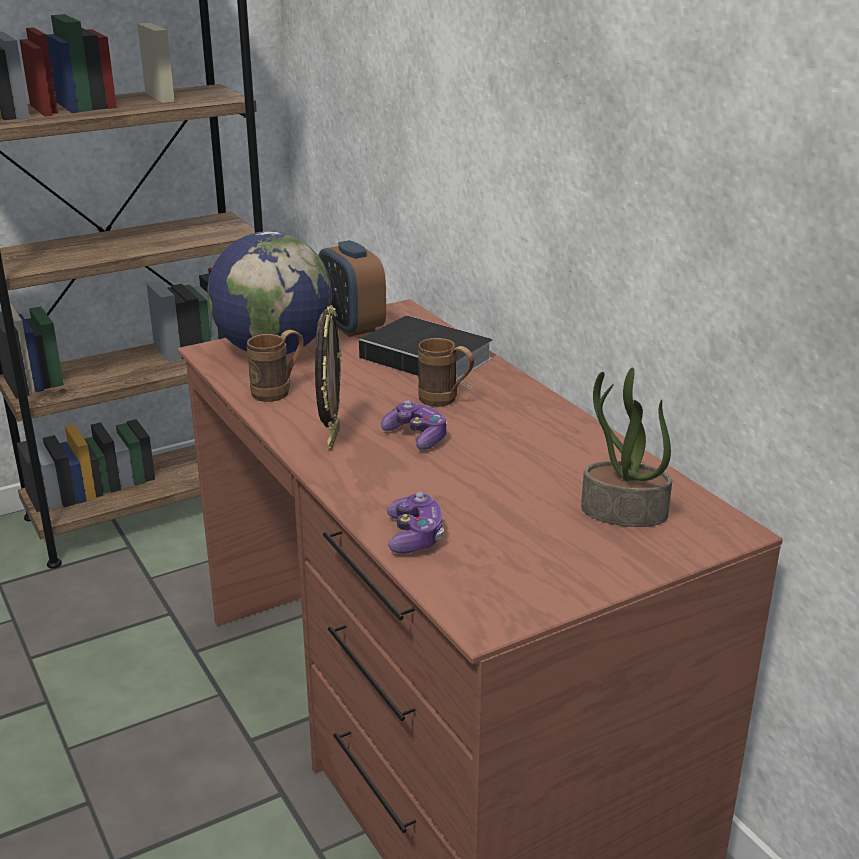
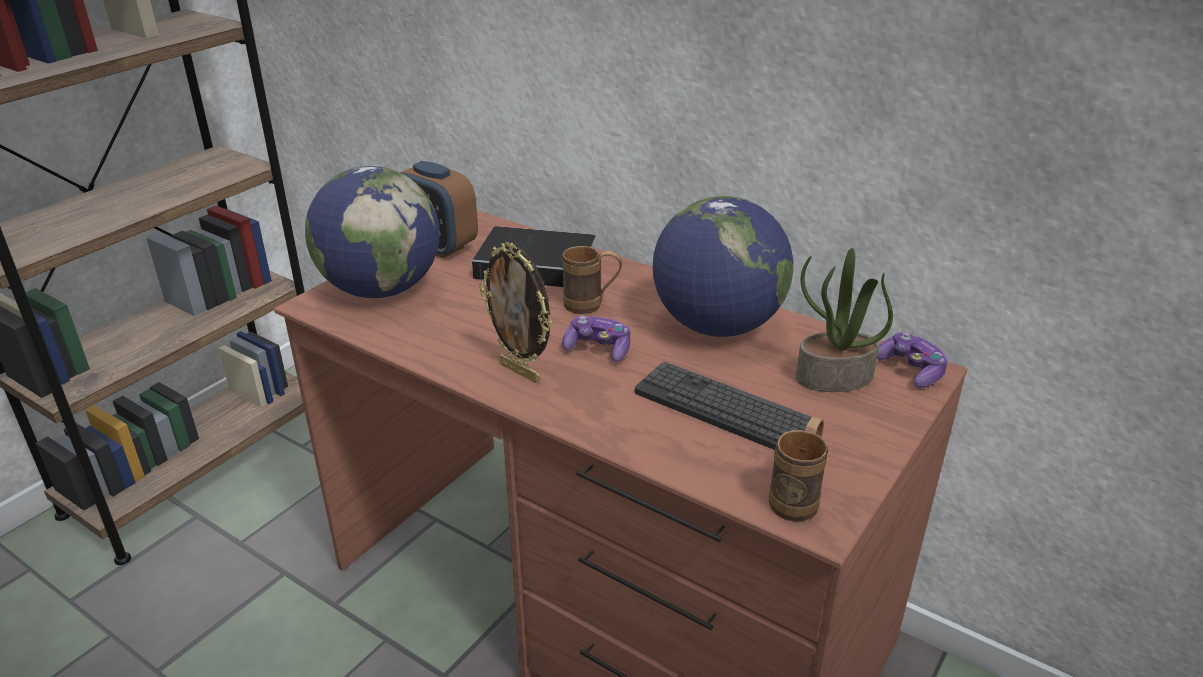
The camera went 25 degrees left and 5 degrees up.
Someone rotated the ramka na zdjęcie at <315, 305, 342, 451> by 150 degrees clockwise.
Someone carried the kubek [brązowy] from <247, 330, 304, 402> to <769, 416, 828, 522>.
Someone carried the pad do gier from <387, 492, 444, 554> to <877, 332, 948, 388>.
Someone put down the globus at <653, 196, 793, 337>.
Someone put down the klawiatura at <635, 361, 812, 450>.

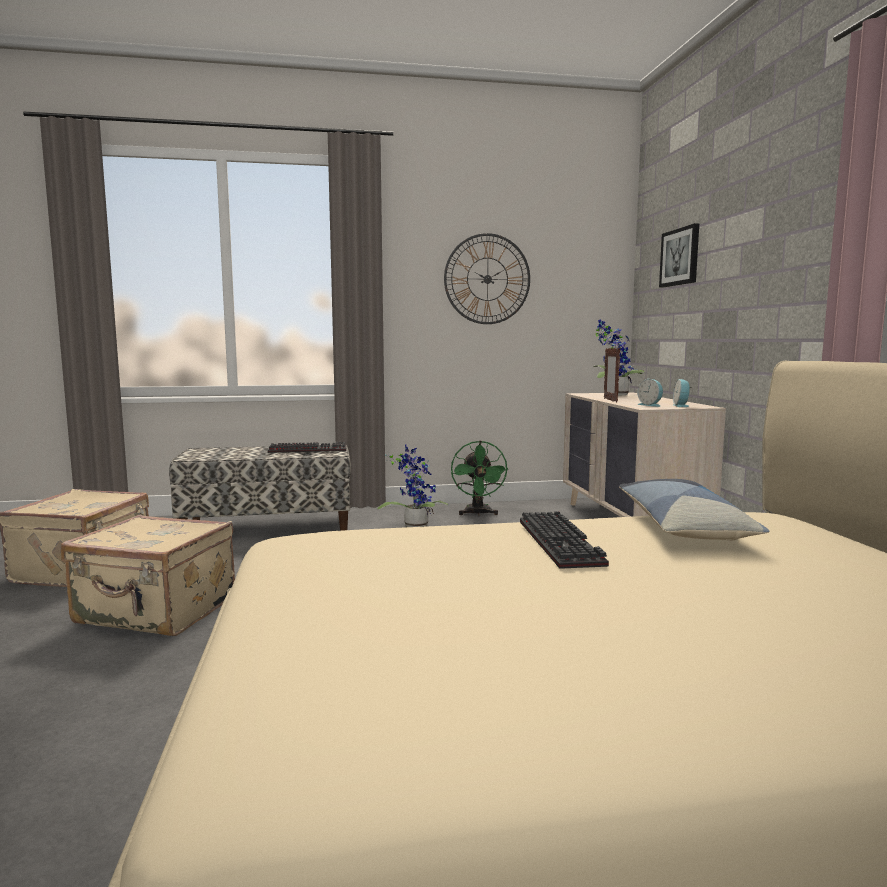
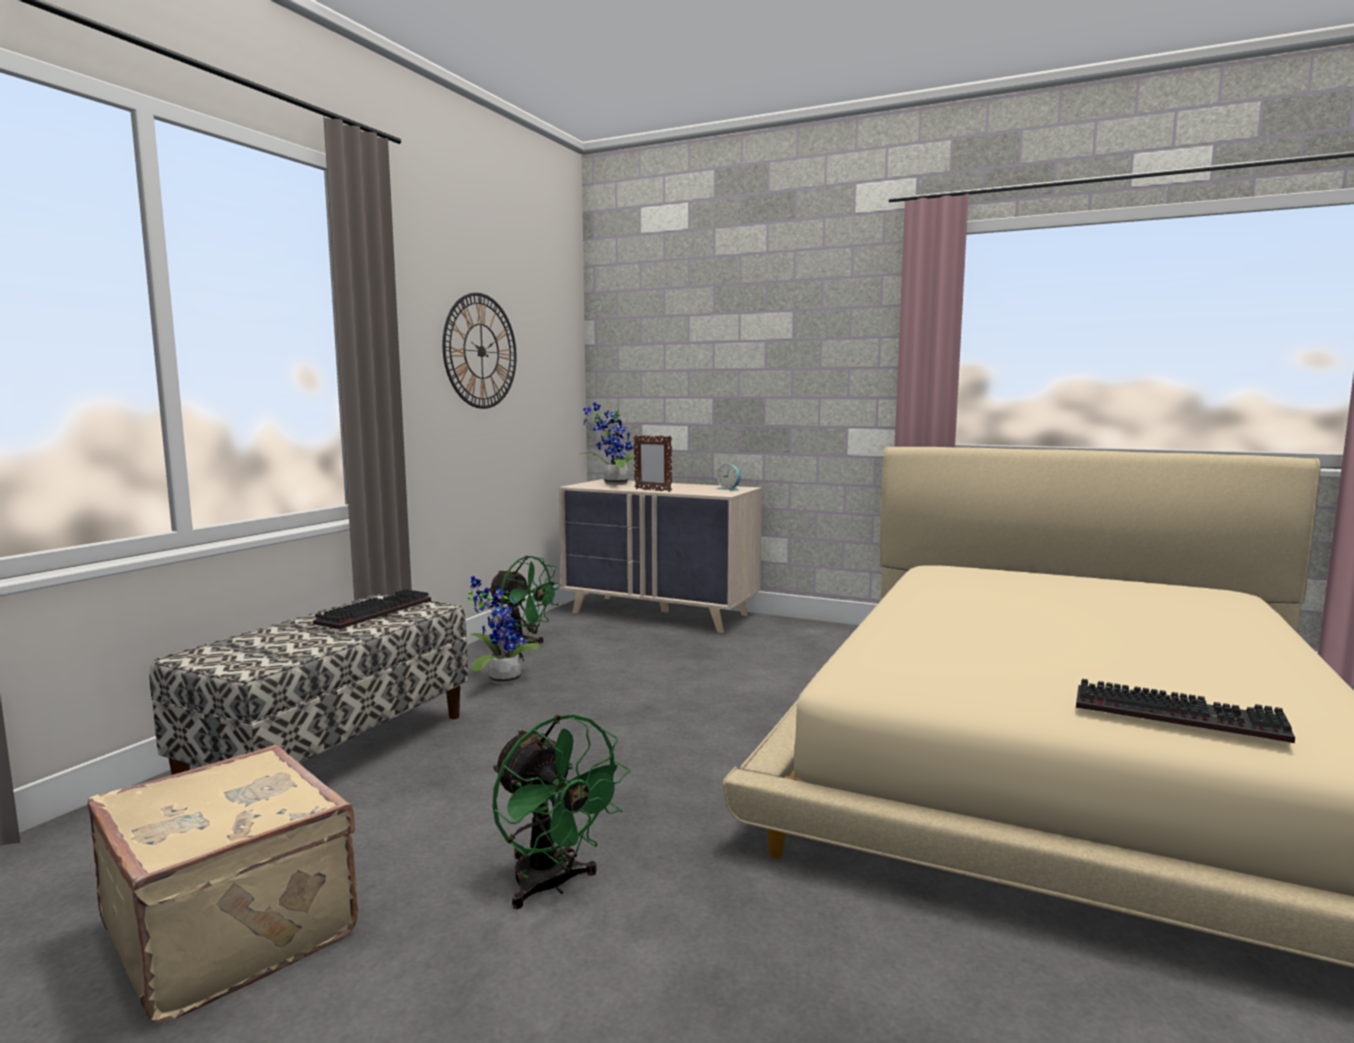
The camera went 55 degrees left and 0 degrees up.
Someone took away the obraz at <659, 223, 699, 287>.
Someone took away the budzik at <637, 379, 663, 407>.
Someone took away the poduszka at <619, 479, 770, 541>.
Someone carried the klawiatura from <520, 511, 609, 569> to <1076, 679, 1295, 743>.
Someone swapped the walizka [beżowy] at <61, 515, 235, 636> for the wentylator [zielony] at <492, 715, 630, 909>.

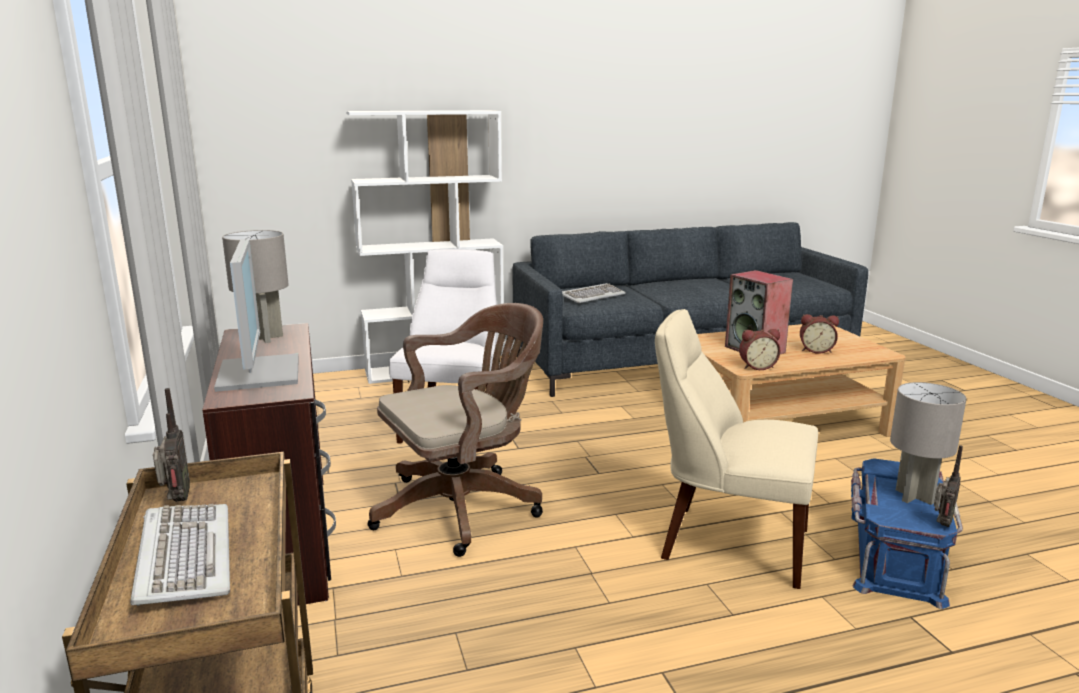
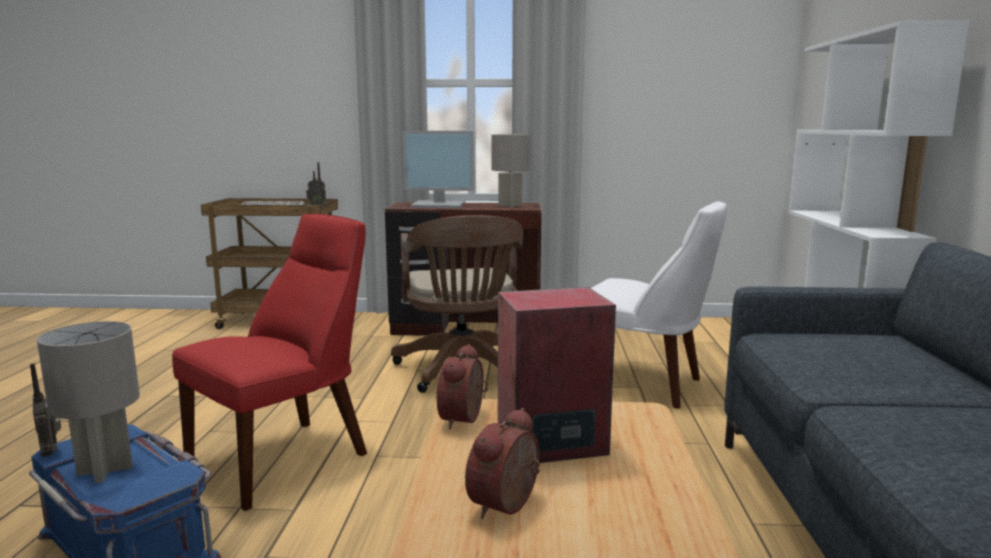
The camera went 110 degrees right and 5 degrees down.
Someone took away the klawiatura at <562, 283, 626, 303>.
Someone repainted the krzesło [beżowy] at <655, 309, 818, 589>, which became the krzesło [czerwony] at <172, 214, 367, 511>.

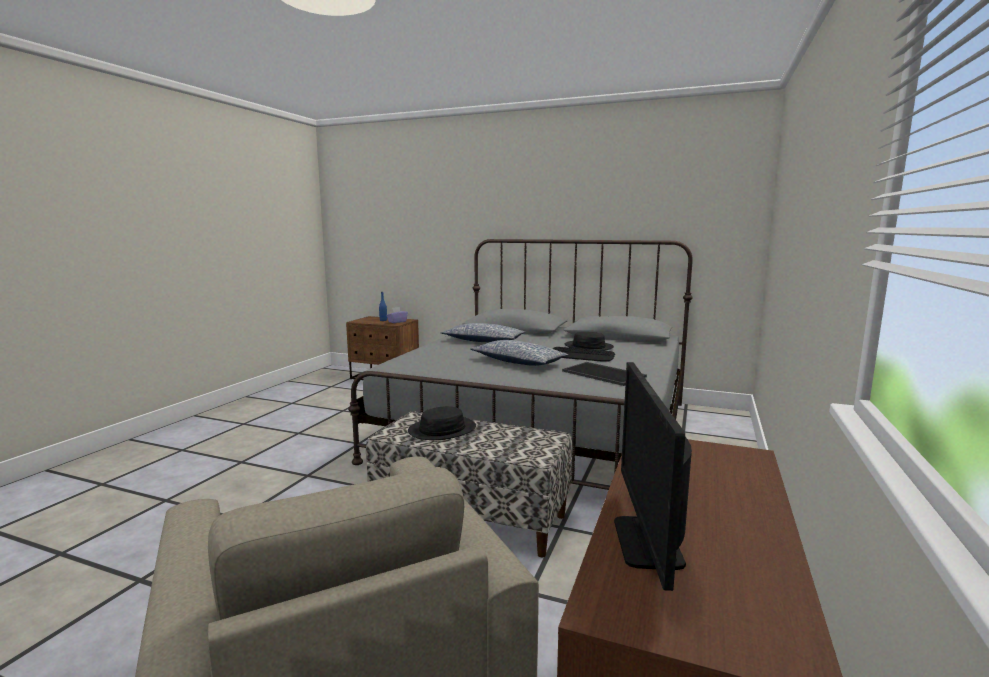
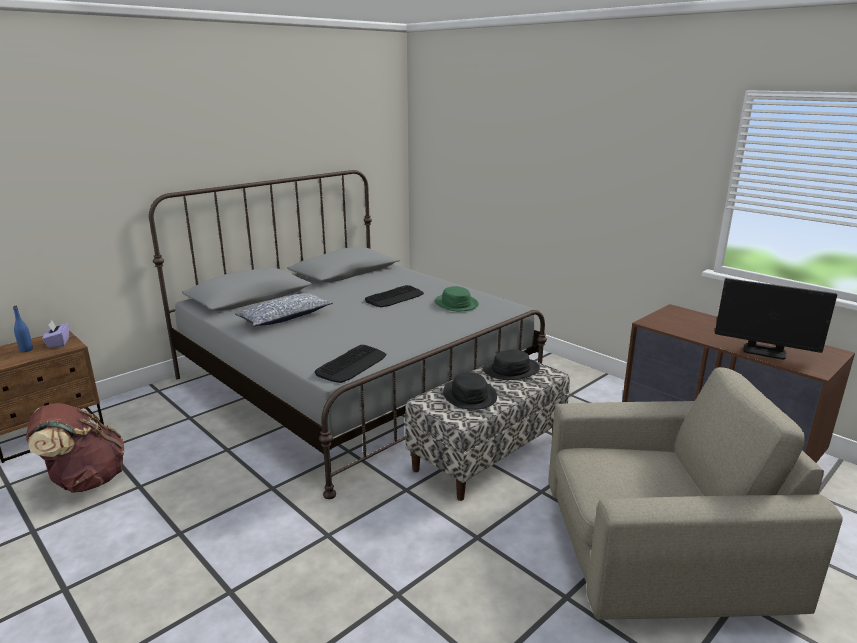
The camera went 65 degrees left and 10 degrees up.
Someone carried the kapelusz [czarny] from <565, 332, 614, 350> to <483, 349, 540, 380>.
Someone took away the poduszka at <470, 340, 568, 366>.
Someone swapped the taca at <562, 362, 647, 386> for the kapelusz [zielony] at <435, 286, 479, 311>.
Someone put down the klawiatura at <315, 345, 387, 383>.
Someone put down the plecak [brązowy] at <26, 403, 124, 493>.

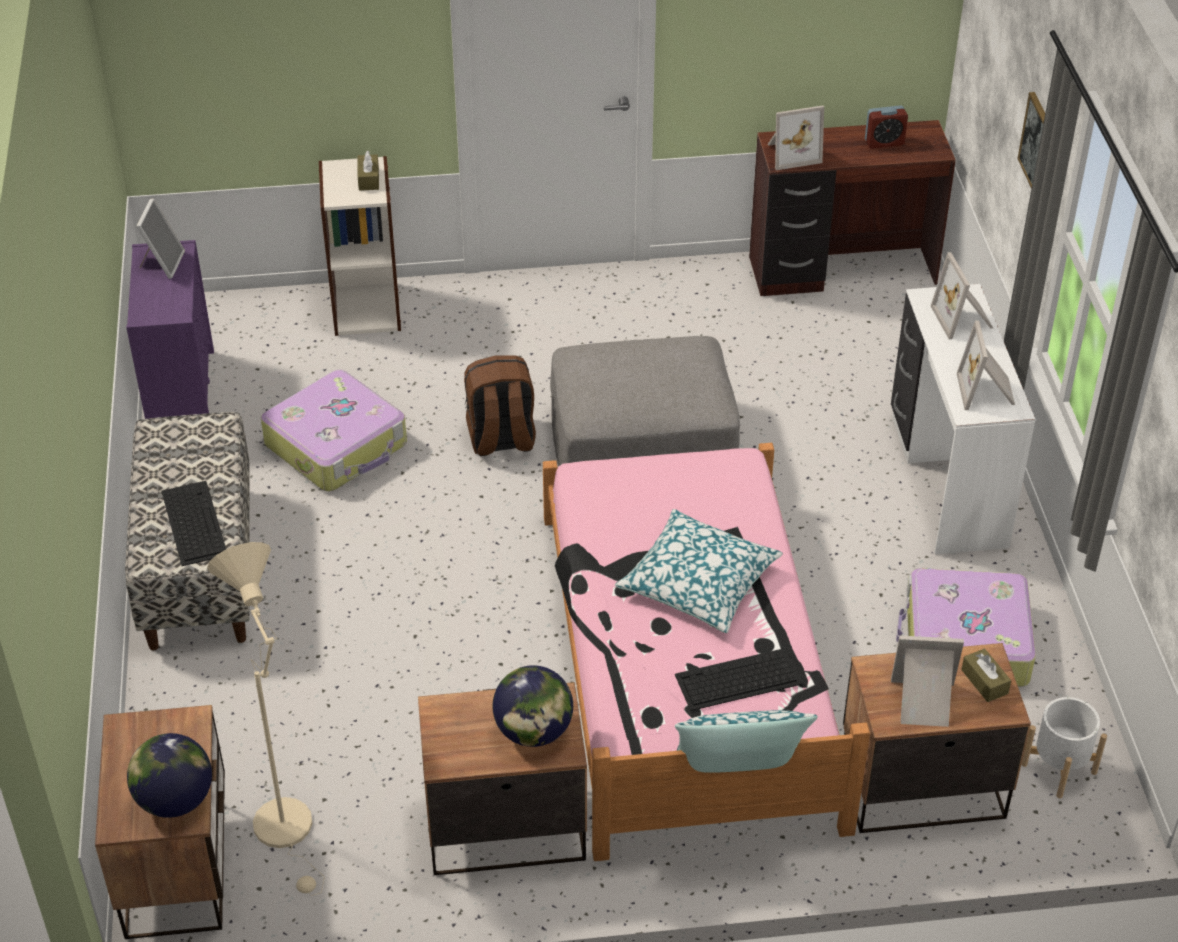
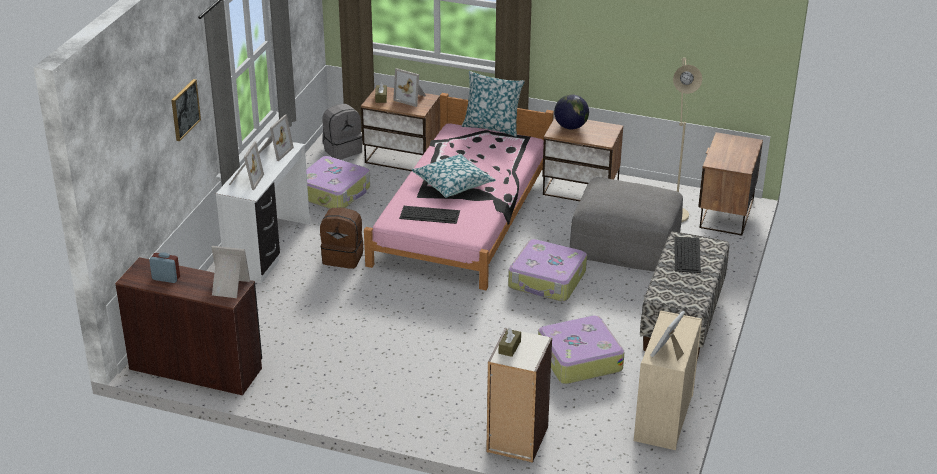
The camera went 155 degrees left and 10 degrees down.
Someone repainted the komoda [fioletowy] at <126, 240, 214, 419>, which became the komoda [beżowy] at <634, 310, 702, 450>.
Someone carried the pufa [szary] from <550, 336, 740, 466> to <570, 177, 683, 271>.
Someone carried the plecak [brązowy] from <464, 355, 536, 456> to <320, 208, 363, 269>.
Someone carried the klawiatura from <675, 648, 802, 711> to <399, 206, 460, 224>.
Someone swapped the donica [biały] at <1021, 697, 1107, 798> for the plecak [szary] at <322, 104, 362, 160>.
Someone took away the globus at <127, 733, 212, 818>.
Someone put down the walizka at <508, 239, 587, 301>.

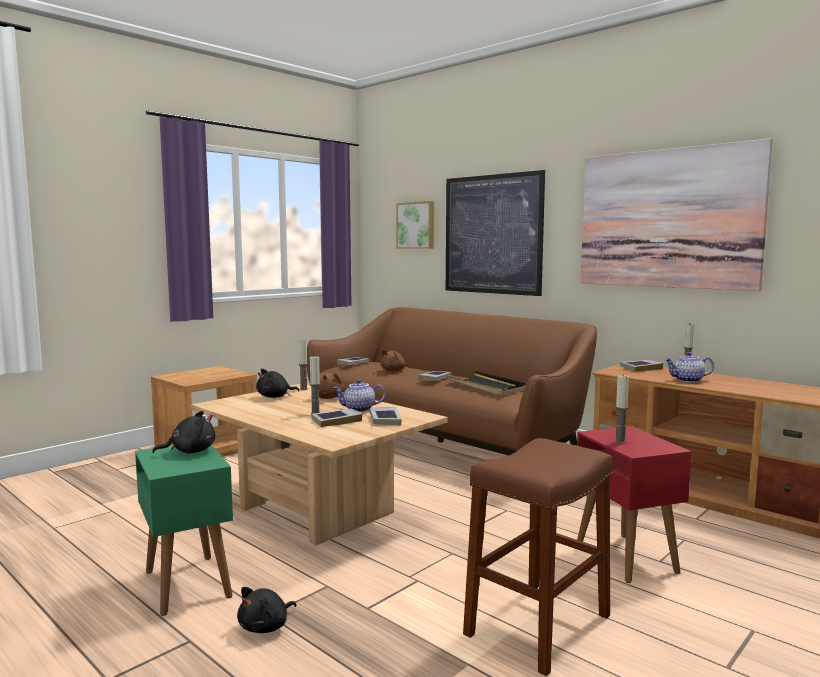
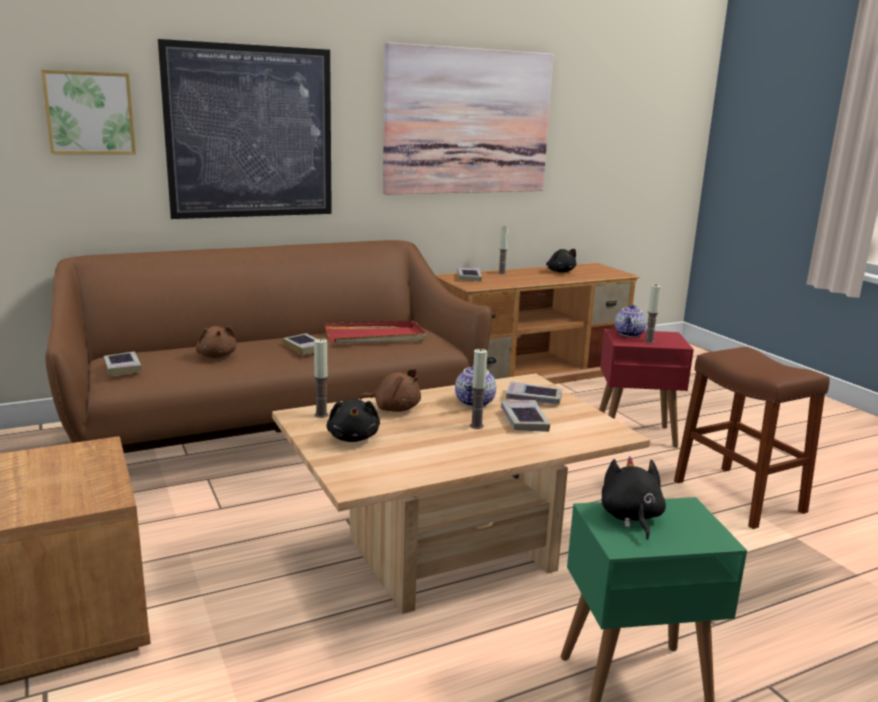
The camera went 70 degrees left and 10 degrees up.
Someone carried the imbryk from <664, 352, 714, 383> to <615, 304, 647, 337>.
Someone repainted the taca [czarny] at <446, 371, 526, 395>, which became the taca [czerwony] at <325, 321, 427, 343>.
Someone carried the pluszak [czarny] from <237, 587, 297, 633> to <546, 249, 576, 273>.

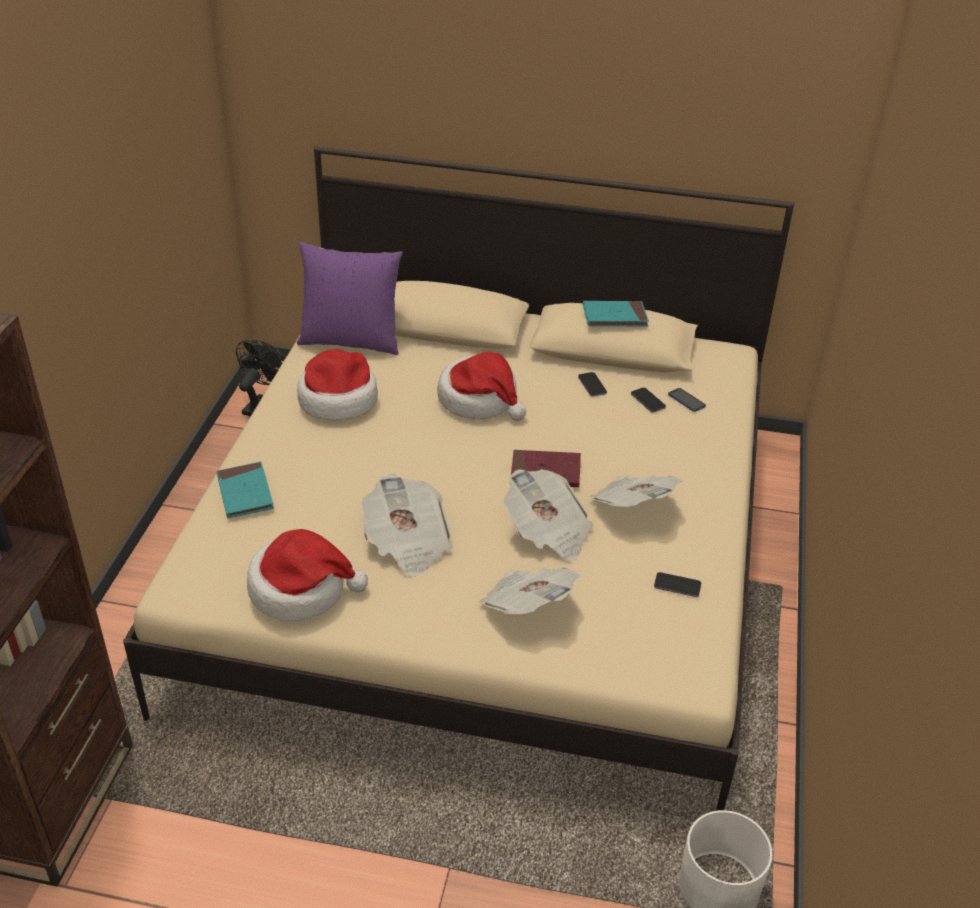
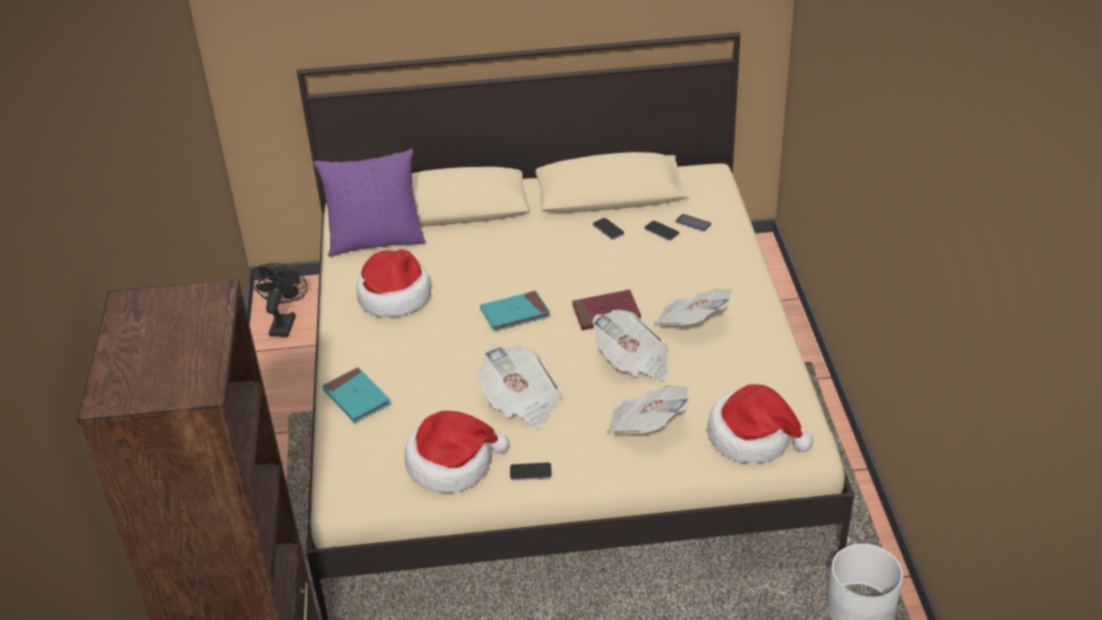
The camera went 15 degrees left and 0 degrees up.
Someone carried the książka [turkusowy] from <583, 301, 649, 327> to <480, 291, 550, 331>.
Someone carried the kapelusz from <437, 351, 526, 421> to <707, 384, 813, 464>.
Someone carried the telefon from <654, 572, 701, 597> to <510, 463, 552, 480>.

